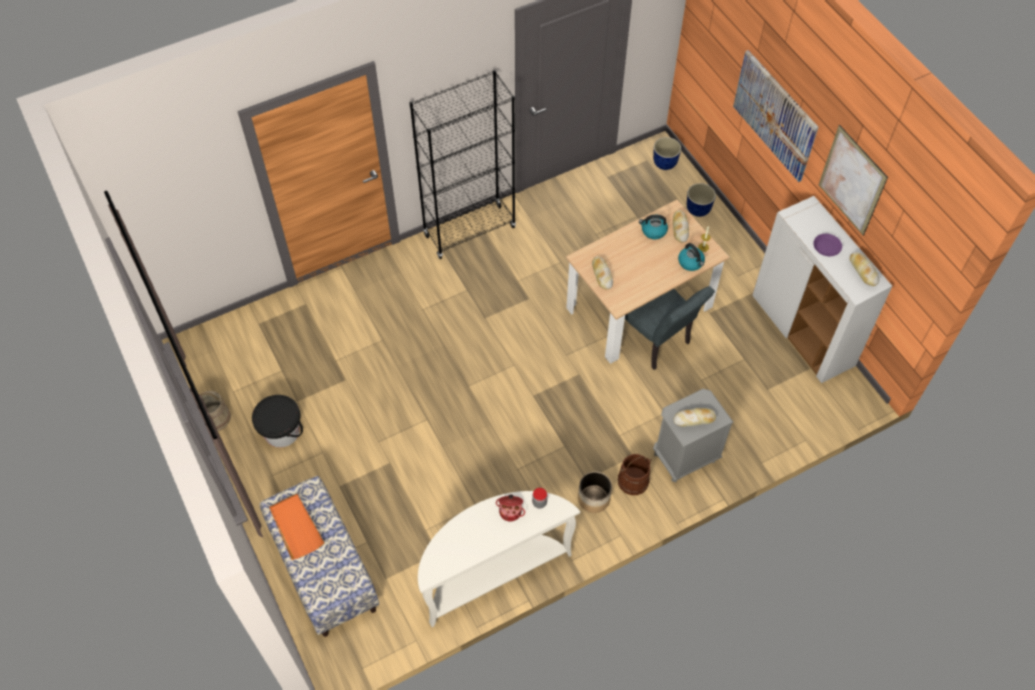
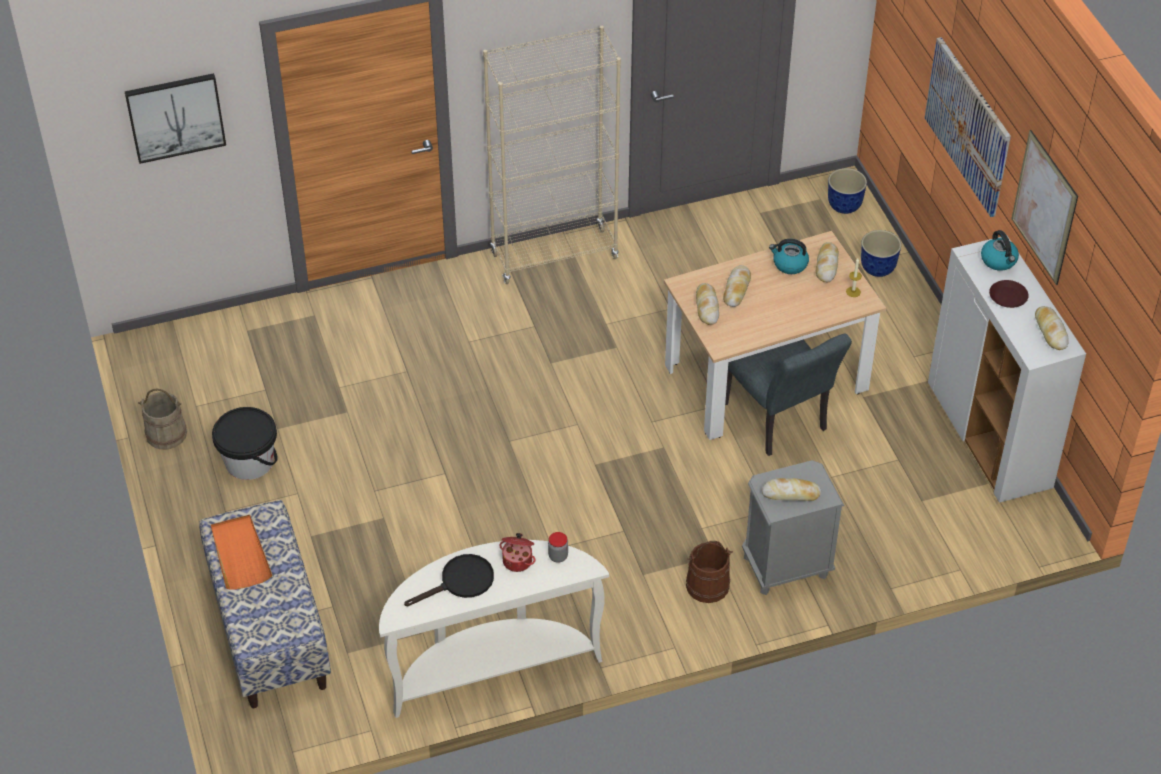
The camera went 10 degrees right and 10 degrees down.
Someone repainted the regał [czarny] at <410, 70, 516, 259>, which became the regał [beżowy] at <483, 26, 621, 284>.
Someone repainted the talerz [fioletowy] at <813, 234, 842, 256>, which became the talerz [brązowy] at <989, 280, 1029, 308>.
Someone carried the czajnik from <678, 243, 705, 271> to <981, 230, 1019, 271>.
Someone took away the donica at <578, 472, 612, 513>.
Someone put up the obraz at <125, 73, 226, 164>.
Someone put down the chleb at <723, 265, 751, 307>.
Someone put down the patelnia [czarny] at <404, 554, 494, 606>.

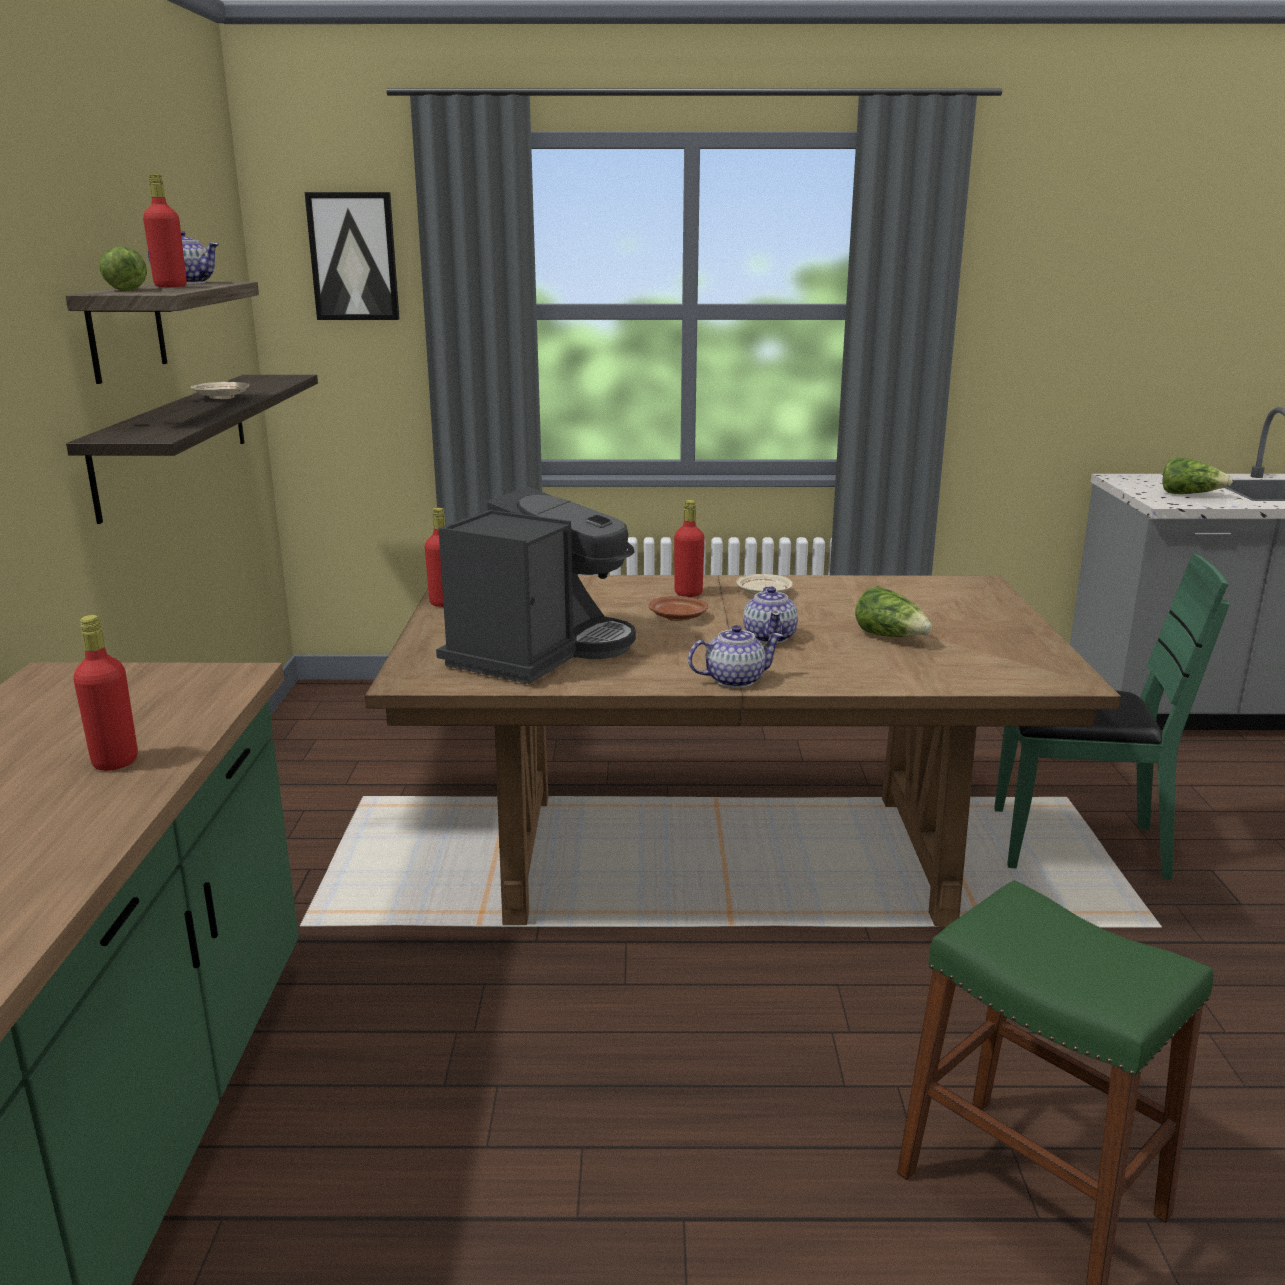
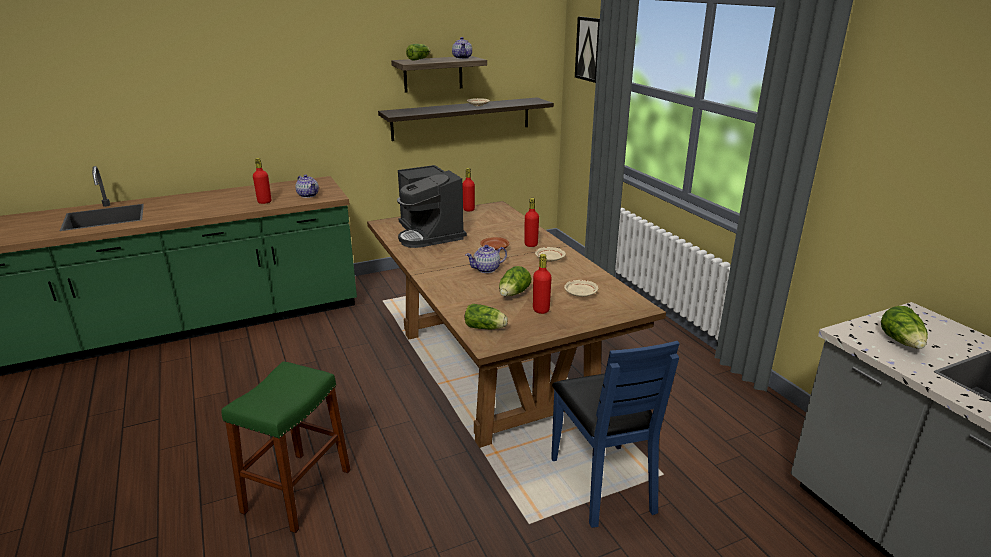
The camera went 65 degrees right and 5 degrees up.
Someone carried the butelka [czerwony] from <143, 174, 187, 287> to <533, 254, 552, 314>.
Someone rotated the ekspres do kawy at <436, 487, 636, 684> by 60 degrees clockwise.
Someone repainted the krzesło [zielony] at <994, 553, 1230, 880>, which became the krzesło [niebieski] at <551, 341, 680, 528>.
Someone carried the imbryk from <688, 625, 783, 688> to <295, 174, 319, 198>.
Someone put down the talerz [beżowy] at <564, 280, 598, 297>.
Someone put down the sałata at <465, 304, 508, 329>.

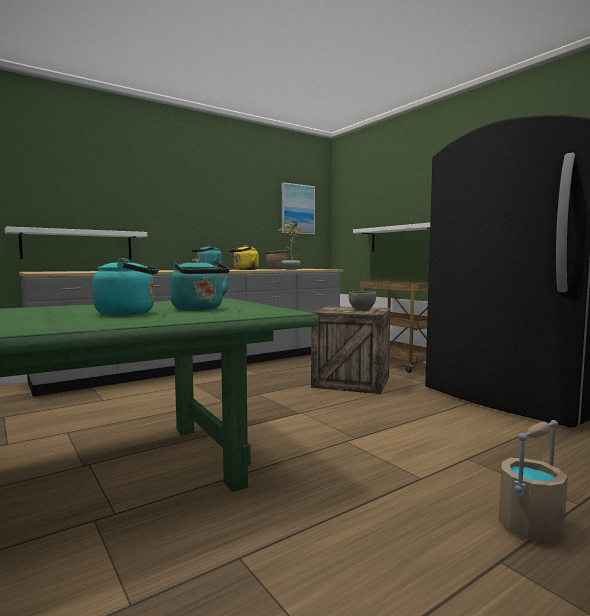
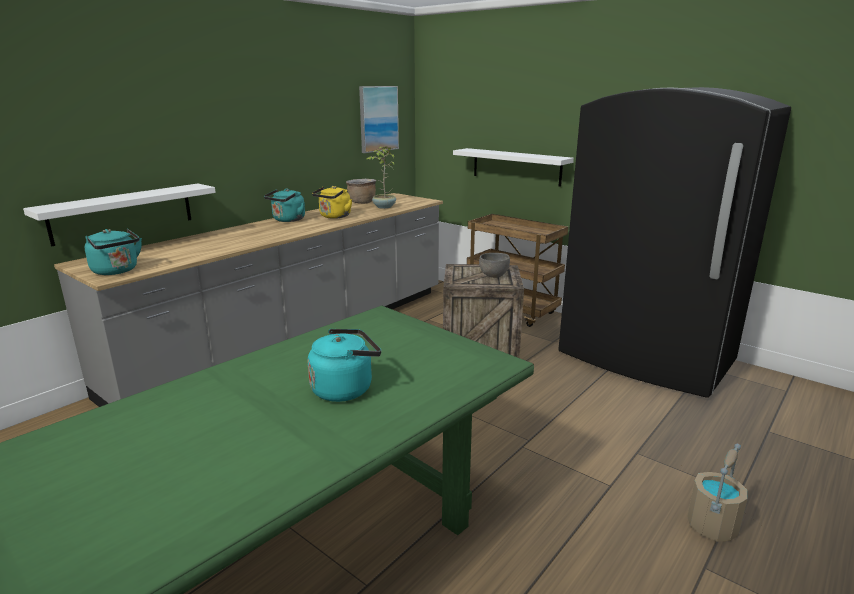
The camera went 15 degrees left and 15 degrees up.
Someone carried the czajnik [turkusowy] from <170, 259, 230, 310> to <85, 229, 142, 275>.

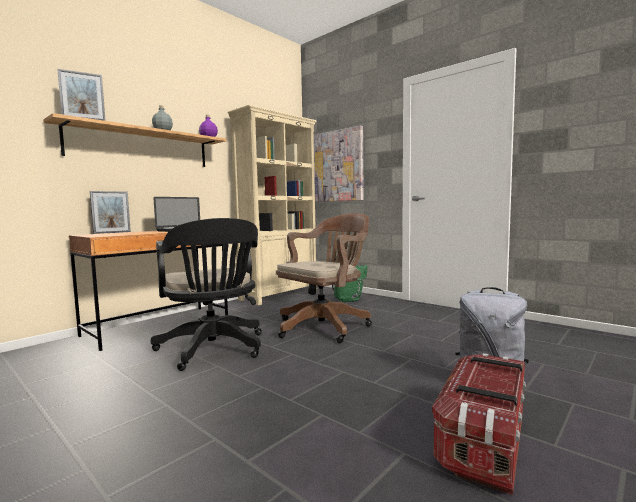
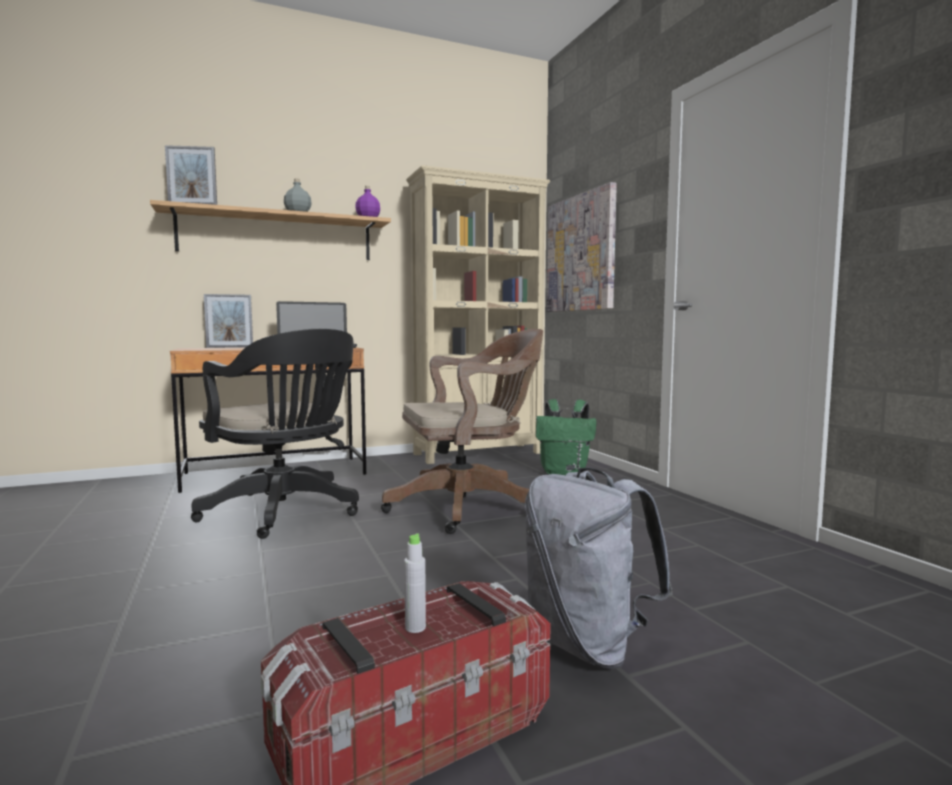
The camera went 25 degrees right and 0 degrees up.
Someone rotated the krzesło biurowe [czarny] at <151, 218, 262, 371> by 45 degrees counterclockwise.
Someone put down the butelka [szary] at <404, 533, 426, 633>.

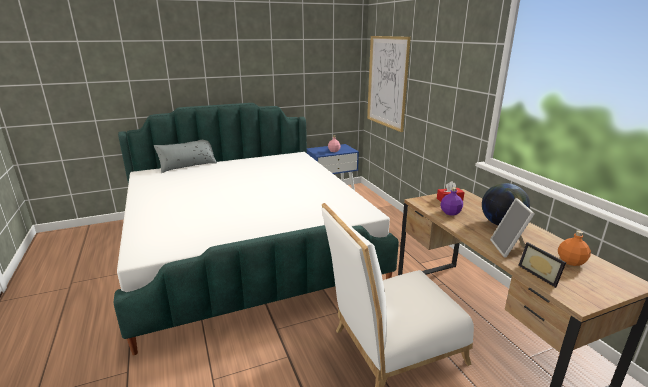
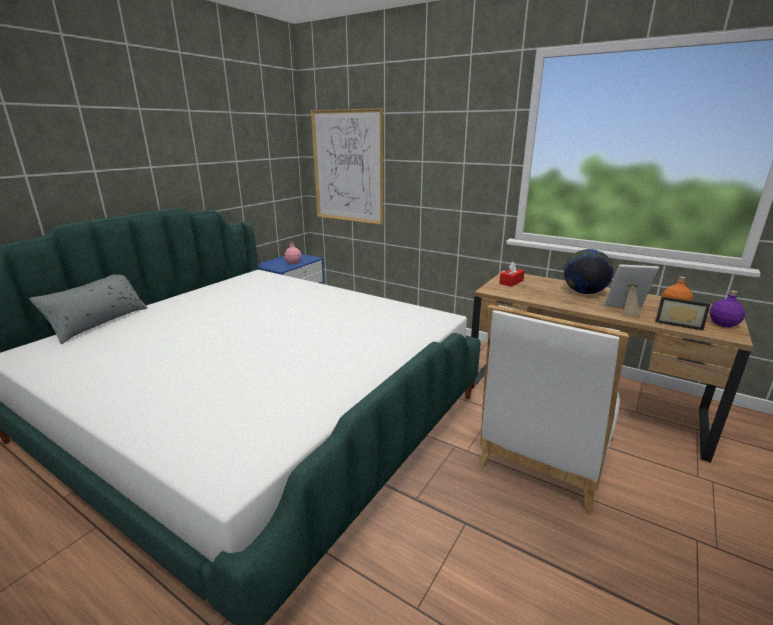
The camera went 35 degrees left and 0 degrees up.
Someone carried the butelka [fioletowy] from <440, 187, 463, 216> to <709, 290, 745, 327>.
Someone rotated the ramka na zdjęcie at <490, 198, 535, 258> by 135 degrees clockwise.

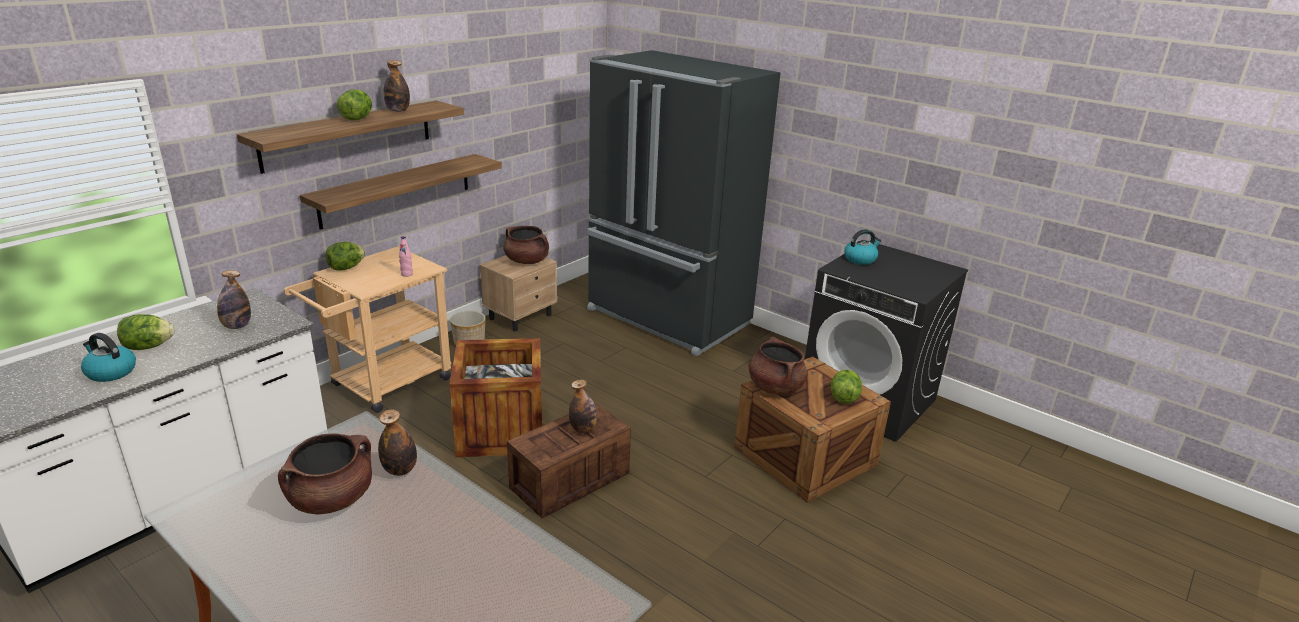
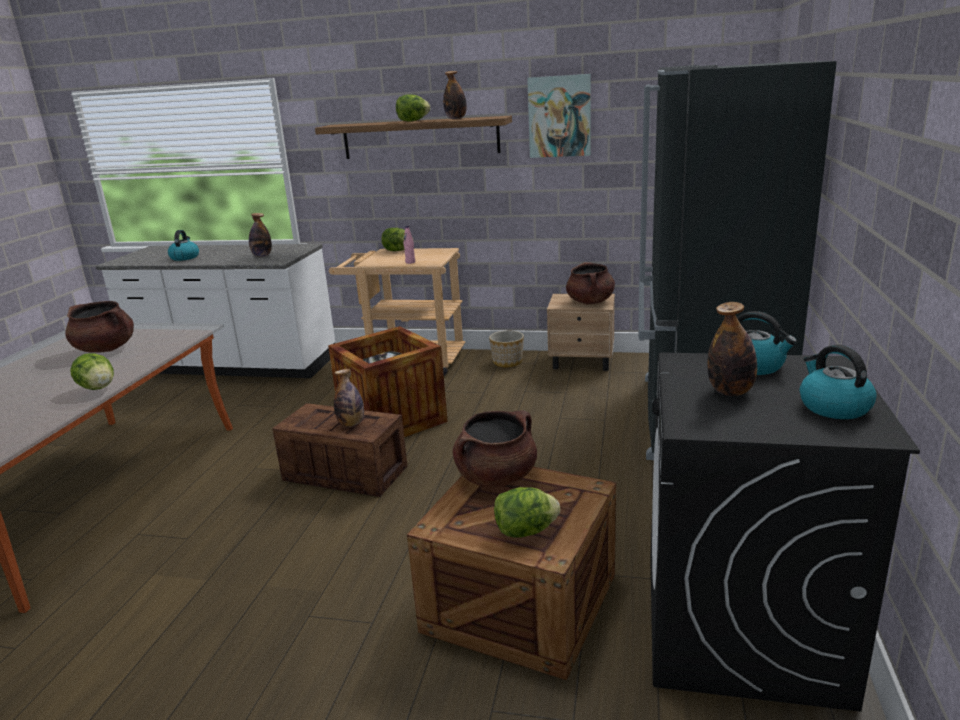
The camera went 65 degrees right and 5 degrees down.
Someone took away the półka at <300, 154, 502, 230>.
Someone carried the sałata from <117, 314, 174, 350> to <70, 353, 114, 390>.
Someone carried the butelka from <378, 410, 417, 476> to <707, 302, 757, 396>.
Someone put up the obraz at <527, 74, 591, 158>.
Someone put down the czajnik at <800, 345, 877, 419>.

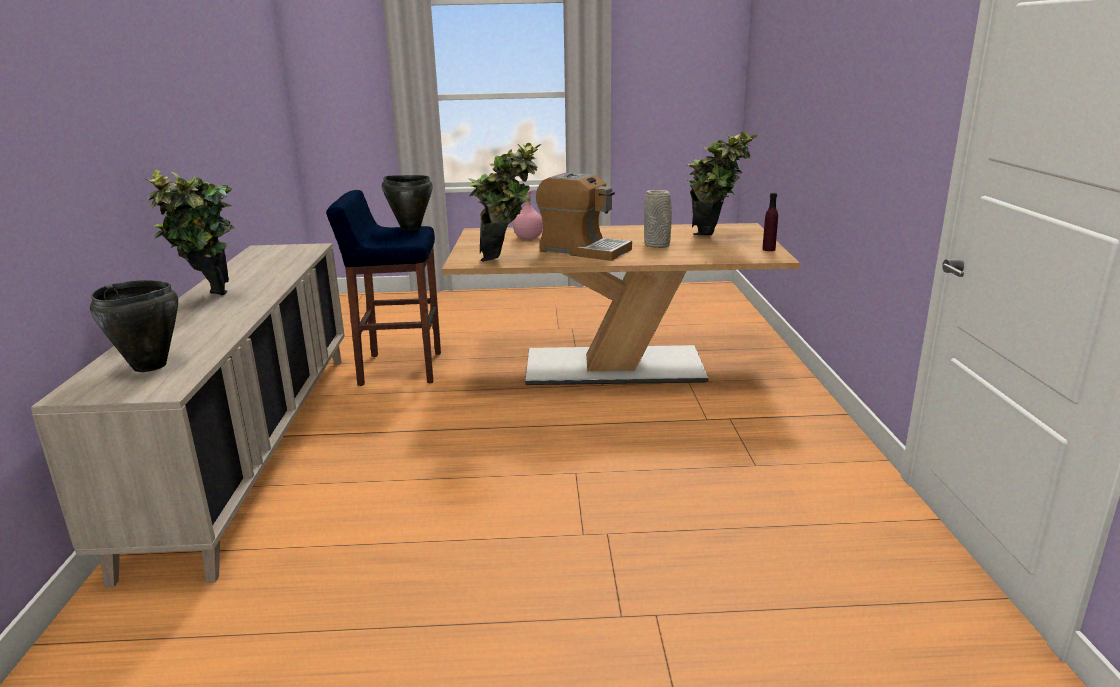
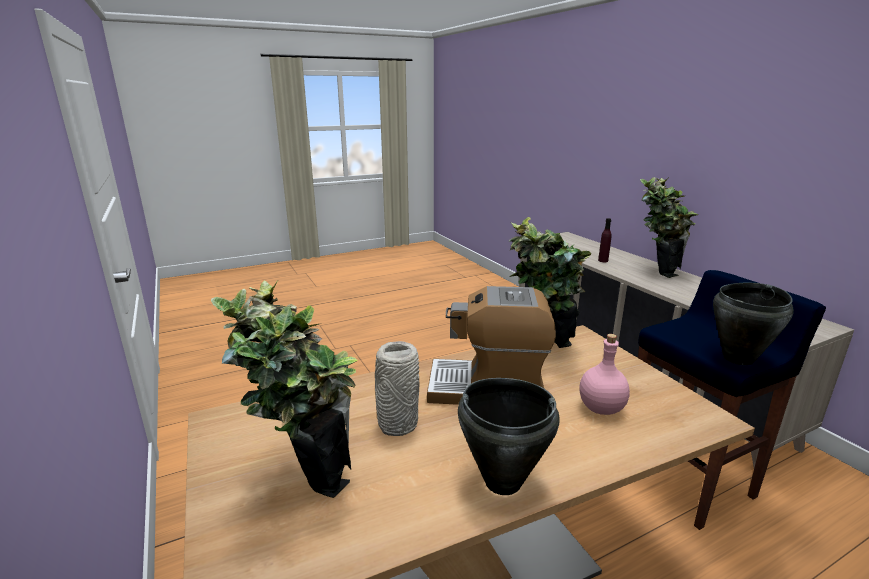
The camera went 155 degrees right and 0 degrees up.
Someone carried the butelka [fioletowy] from <762, 193, 778, 251> to <598, 218, 612, 262>.
Someone carried the garnek [czarny] from <90, 280, 178, 372> to <458, 378, 559, 495>.

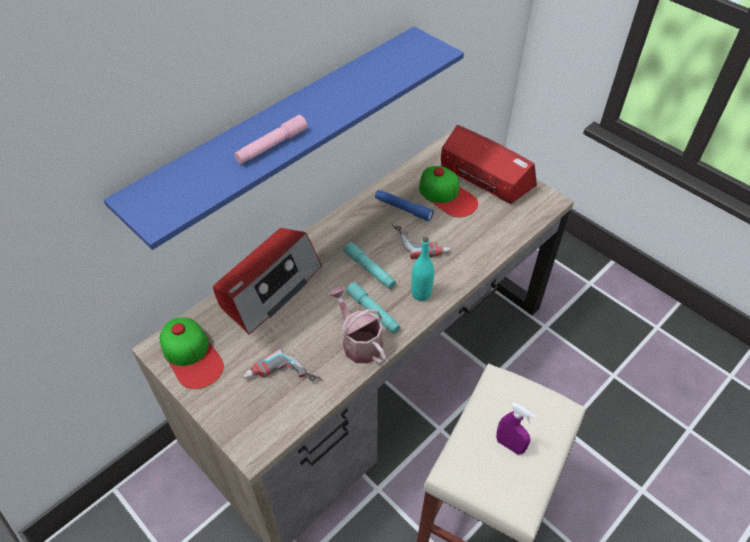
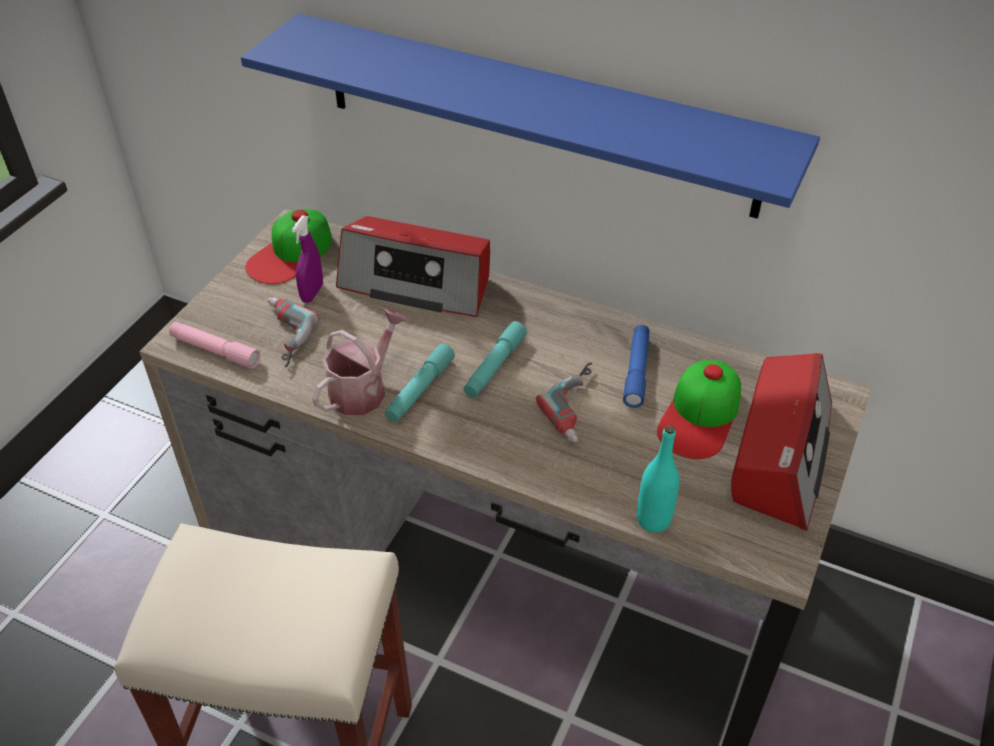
The camera went 70 degrees right and 5 degrees down.
Someone carried the latarka [różowy] from <234, 115, 307, 164> to <169, 322, 260, 369>.
Someone carried the butelka [turkusowy] from <411, 237, 434, 301> to <637, 425, 679, 533>.
Someone carried the spryskiwacz [fioletowy] from <496, 403, 535, 455> to <292, 215, 323, 303>.

